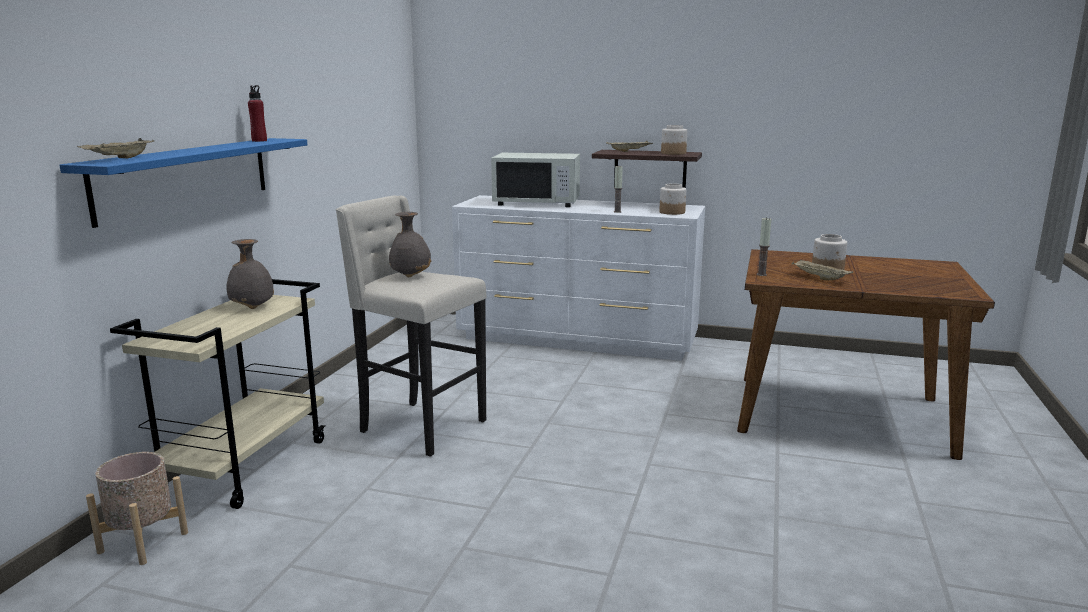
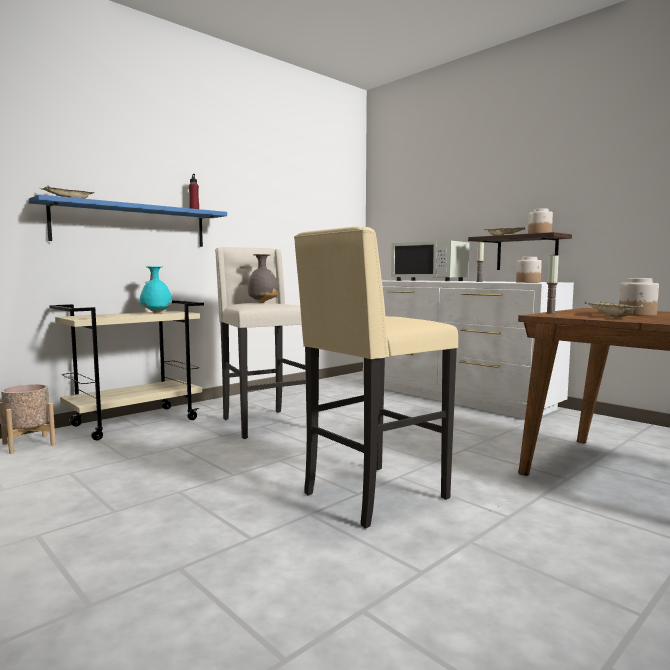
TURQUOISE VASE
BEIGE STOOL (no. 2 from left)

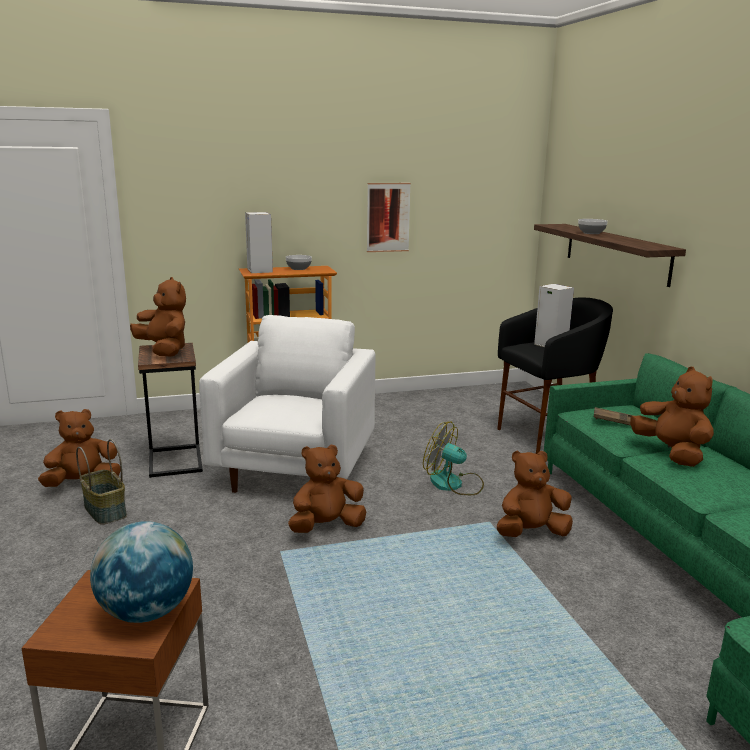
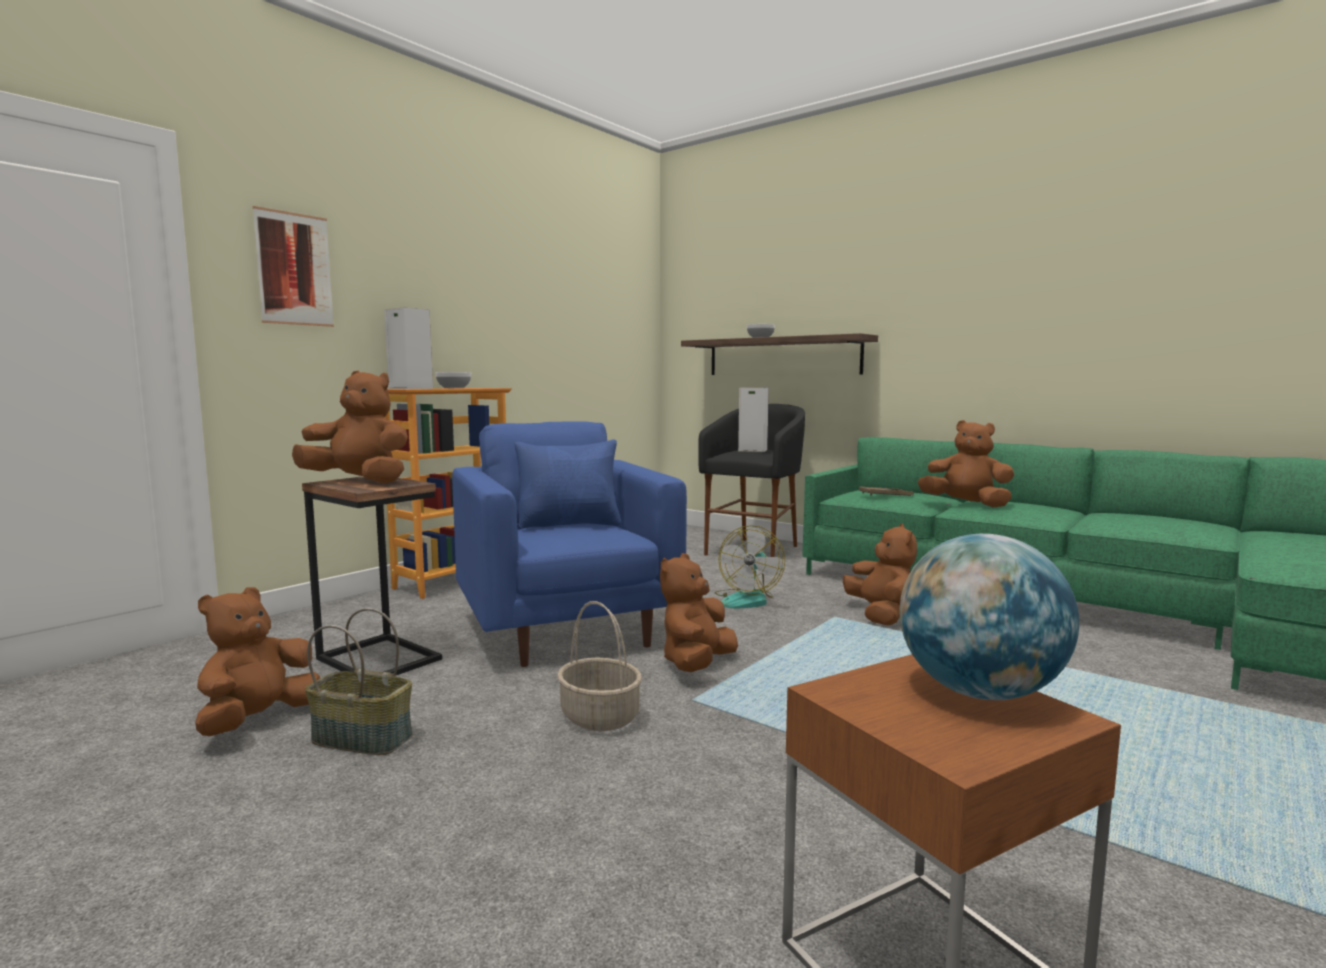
PICTURE
BLUE ARMCHAIR
BLUE PILLOW
BASKET (no. 2 from left)
FAN
BROWN PLUSH TOY (no. 4 from left)

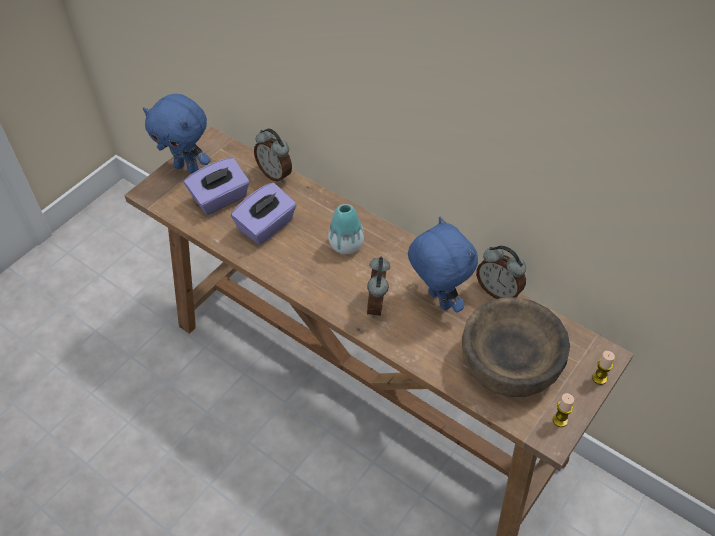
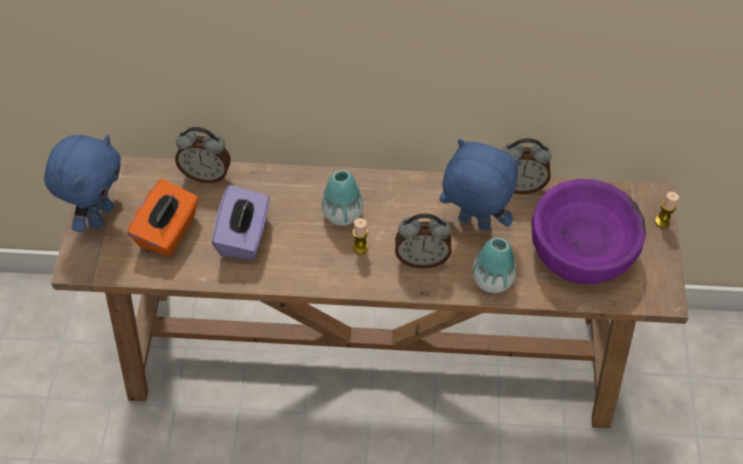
BLUE PLUSH TOY (no. 1 from left)
ORANGE TISSUE BOX
CANDLE (no. 1 from left)
ALARM CLOCK (no. 2 from left)
VASE (no. 2 from left)
PURPLE BOWL

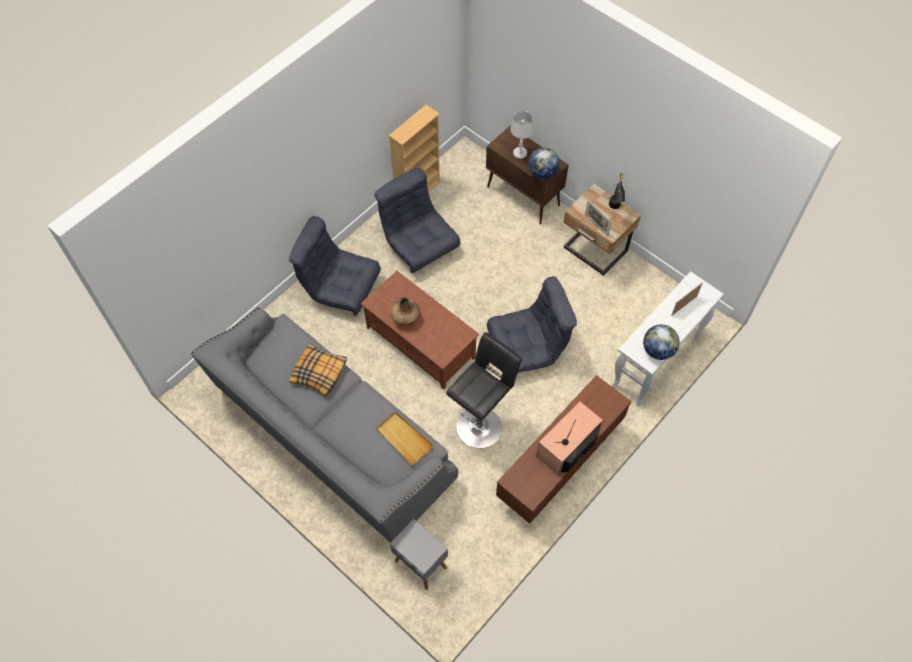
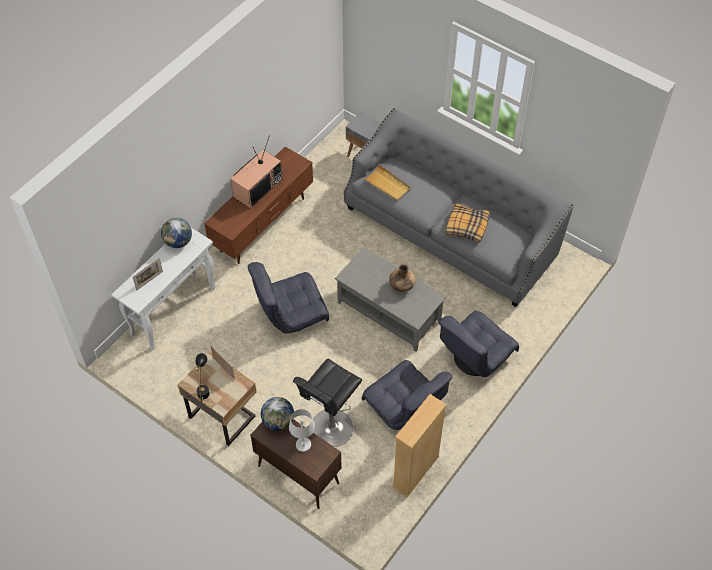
BLACK STOOL
GREY COFFEE TABLE
GREY ARMCHAIR (no. 3 from left)

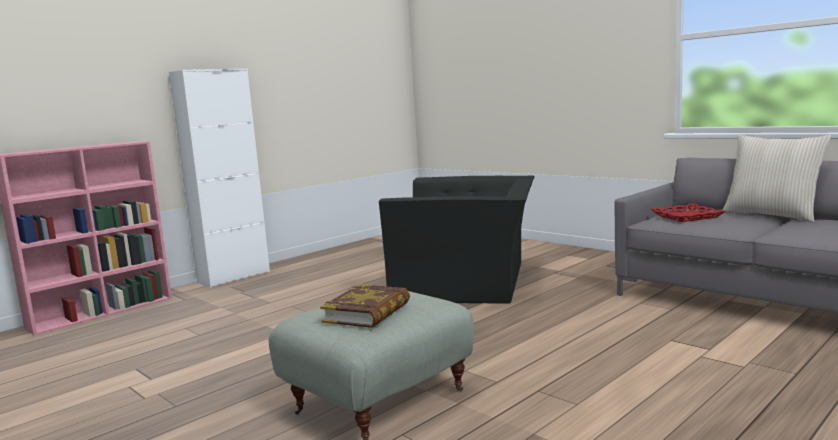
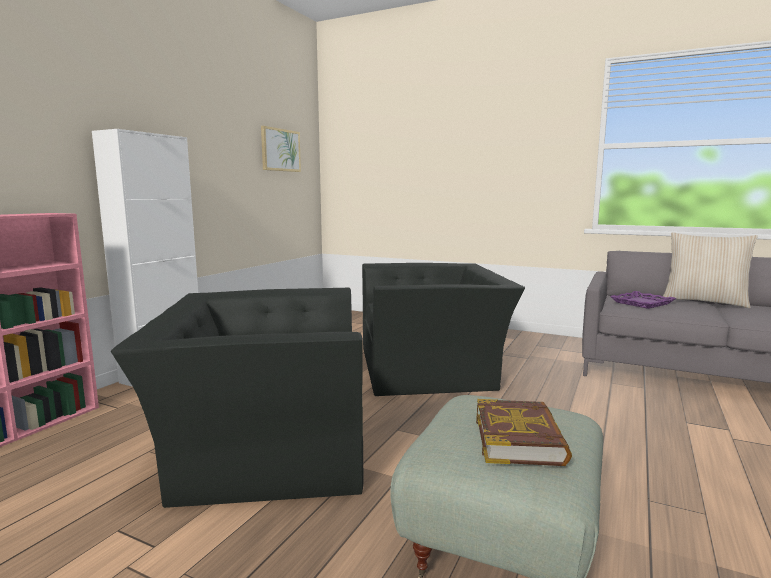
BLACK ARMCHAIR (no. 1 from left)
PICTURE
PURPLE TRAY

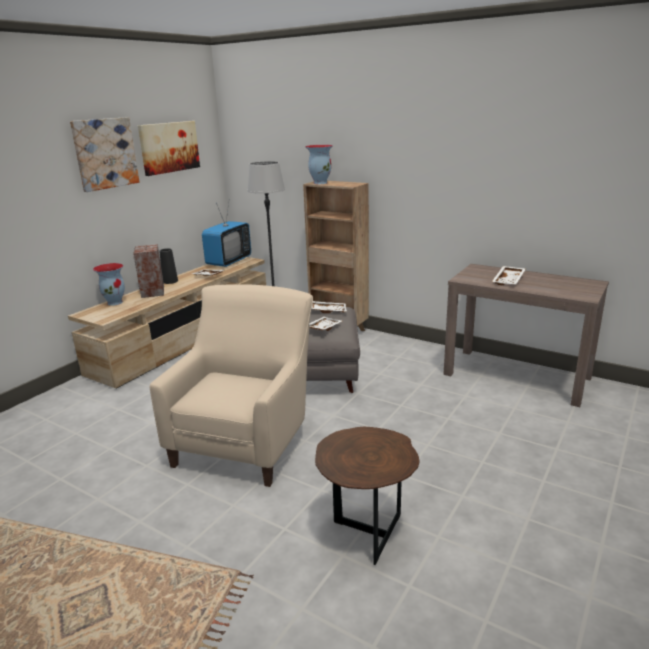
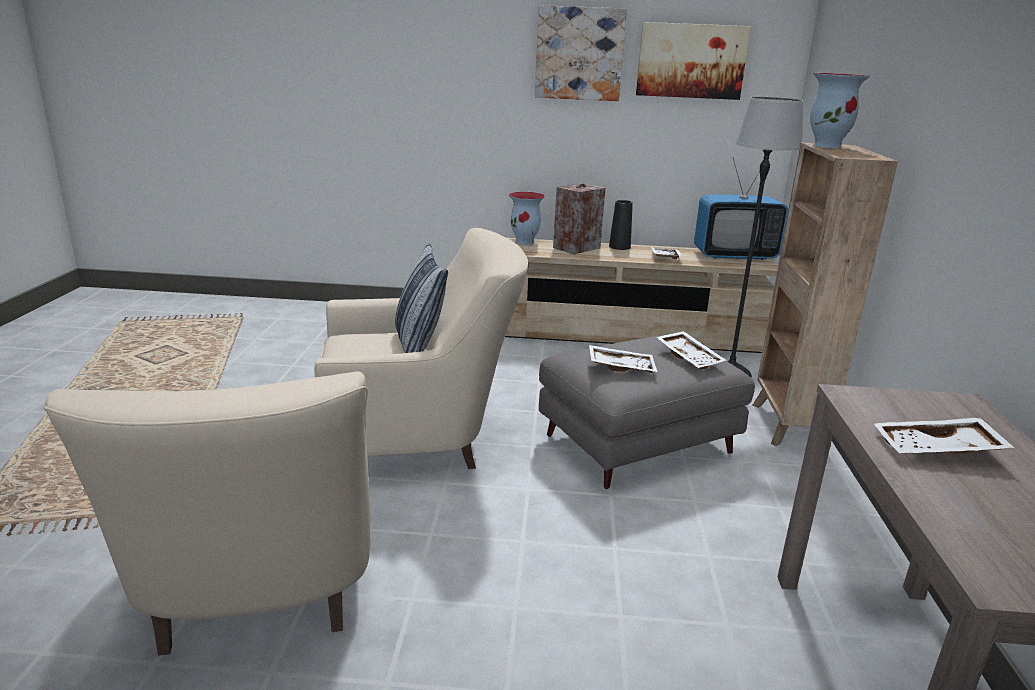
BEIGE ARMCHAIR (no. 1 from left)
PILLOW

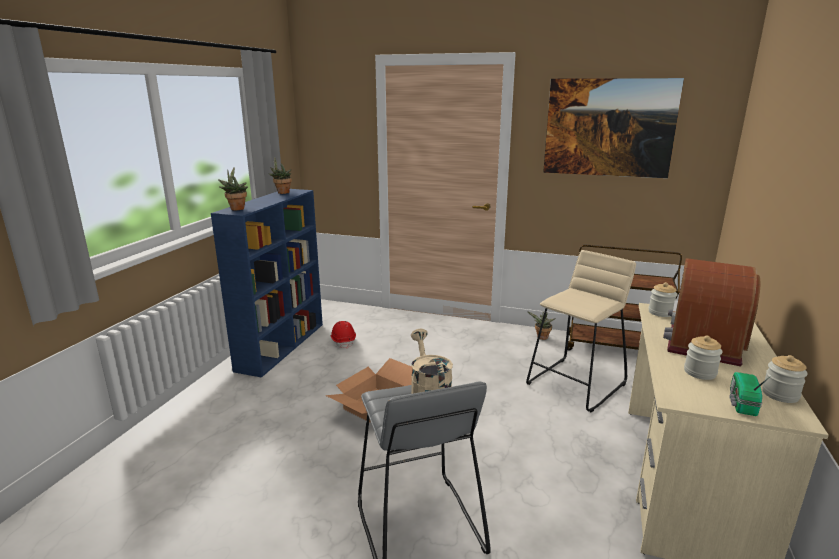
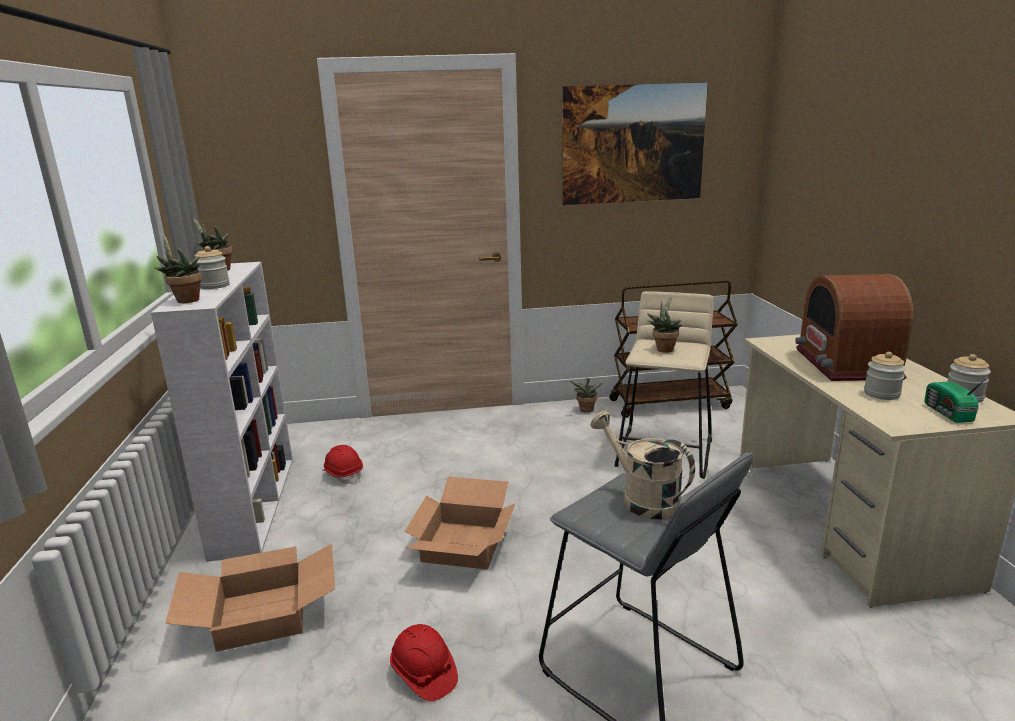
WHITE BOOKCASE
CARDBOARD BOX (no. 1 from left)
JAR (no. 1 from left)
RED HARD HAT (no. 2 from left)
POTTED PLANT (no. 4 from left)

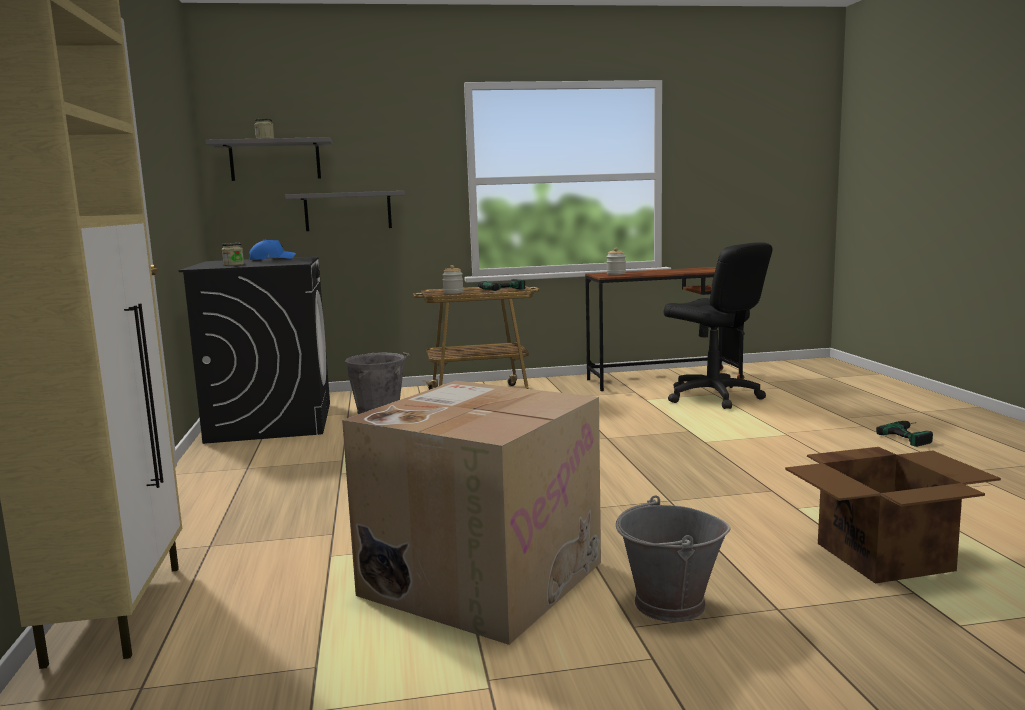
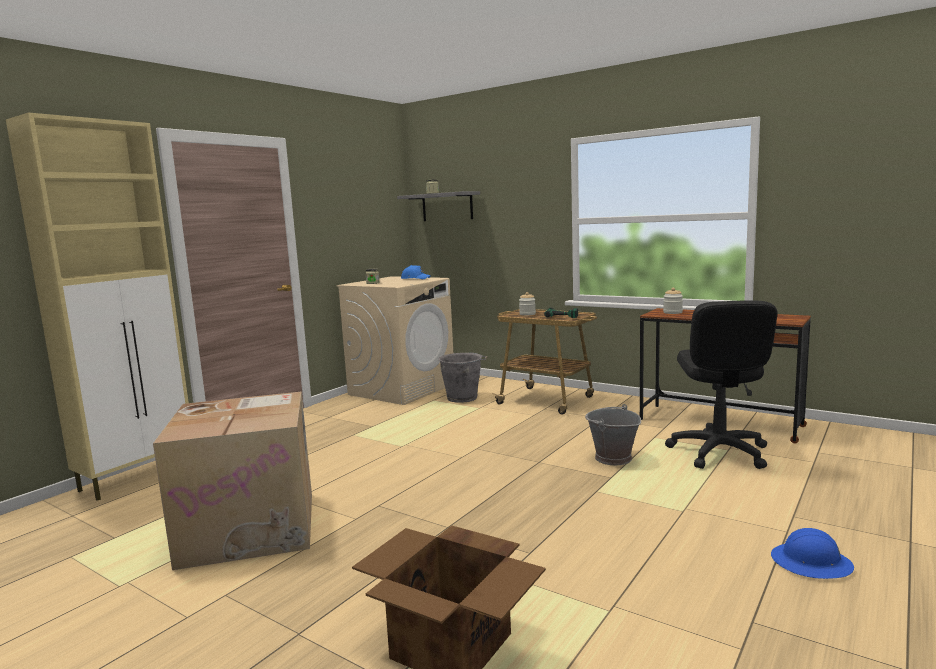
BEIGE WASHING MACHINE
GREY BUCKET (no. 2 from left)
BLUE HARD HAT
GREY SHELF (no. 2 from left in the first image)

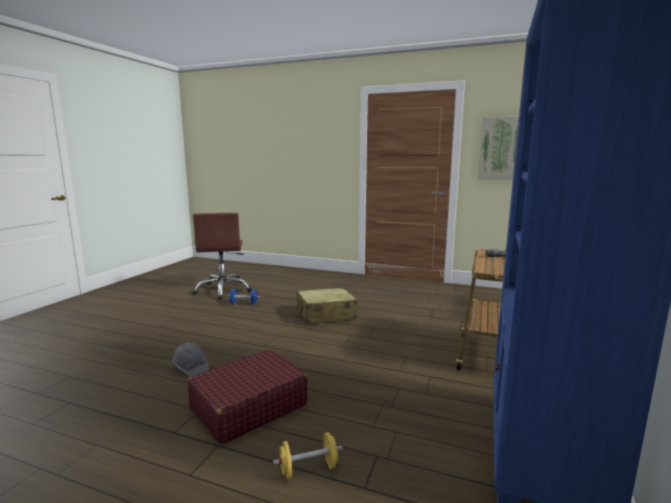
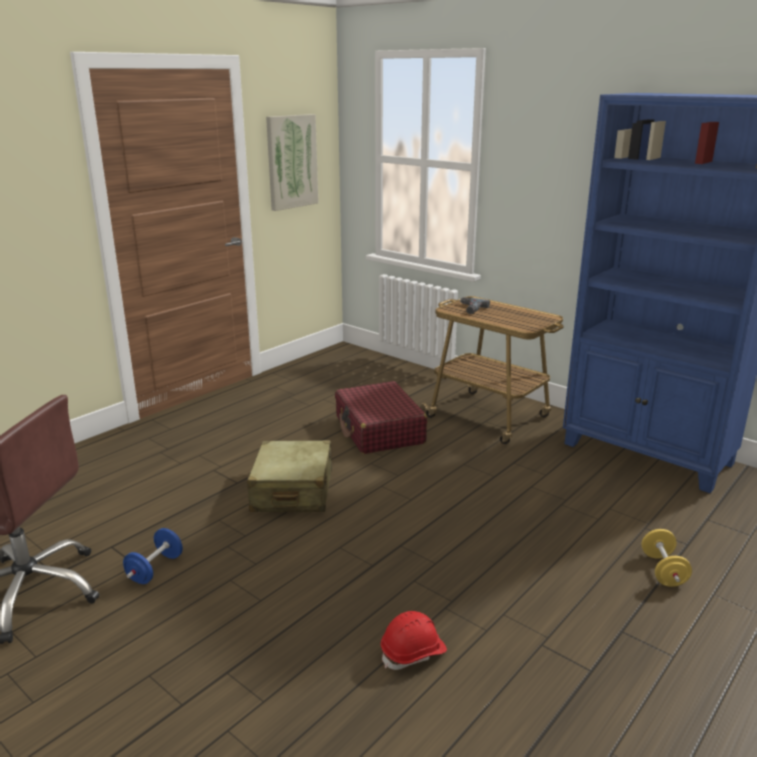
RED SUITCASE
RED HARD HAT

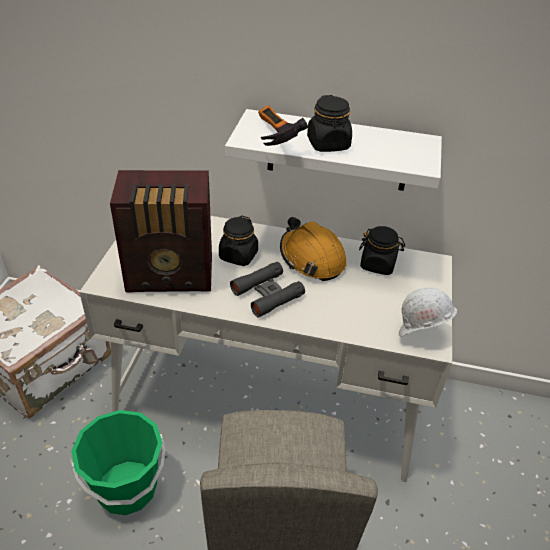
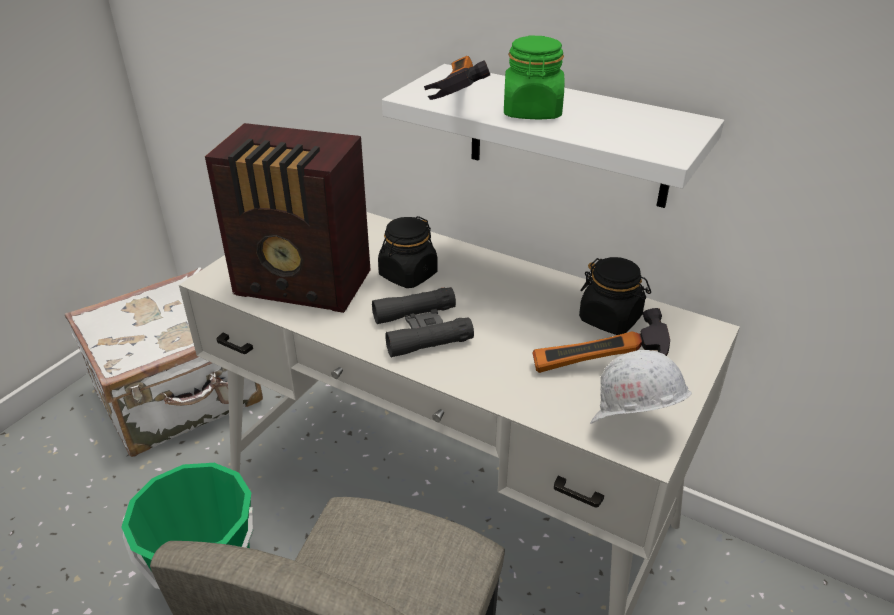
GREEN JAR
HAMMER (no. 2 from left)
ORANGE HARD HAT

